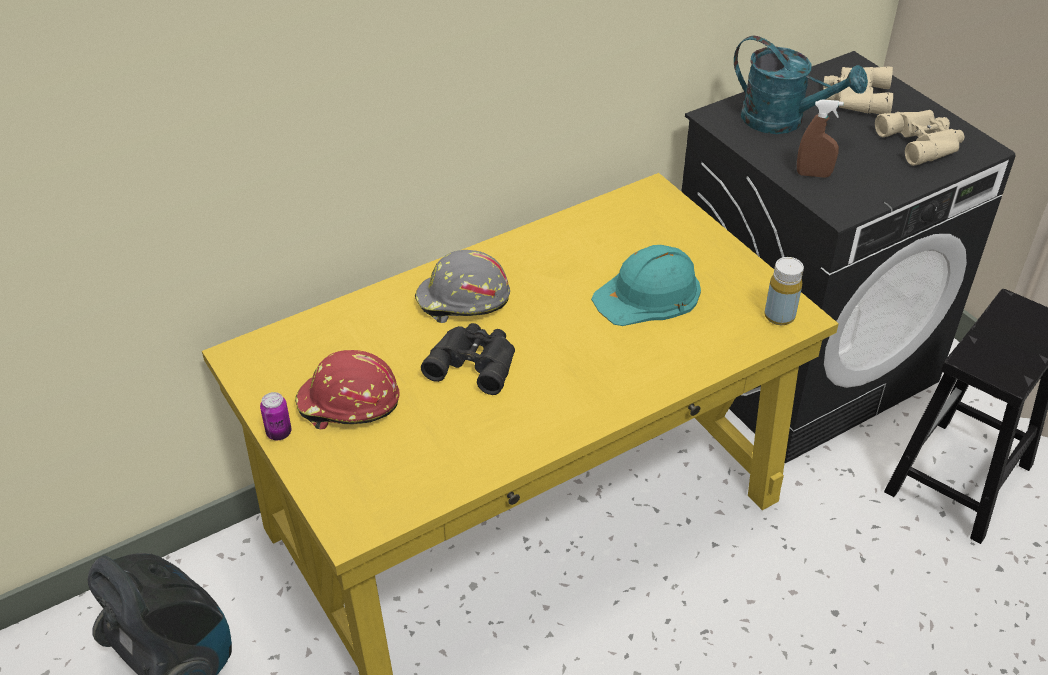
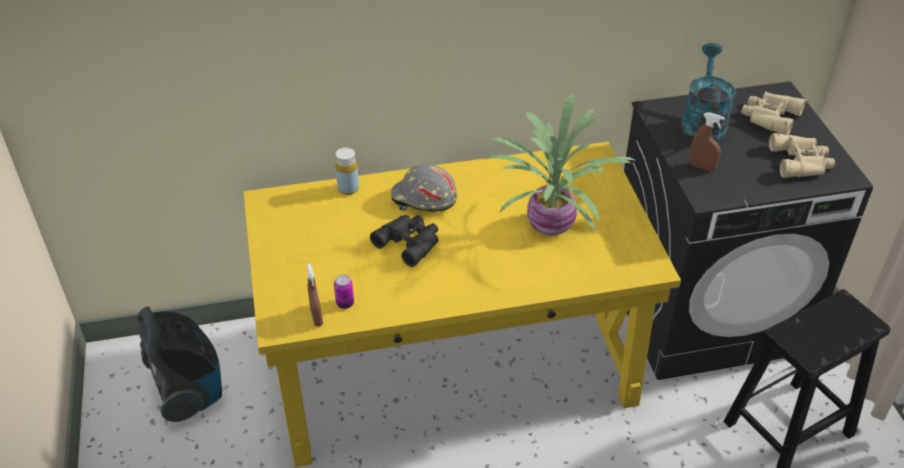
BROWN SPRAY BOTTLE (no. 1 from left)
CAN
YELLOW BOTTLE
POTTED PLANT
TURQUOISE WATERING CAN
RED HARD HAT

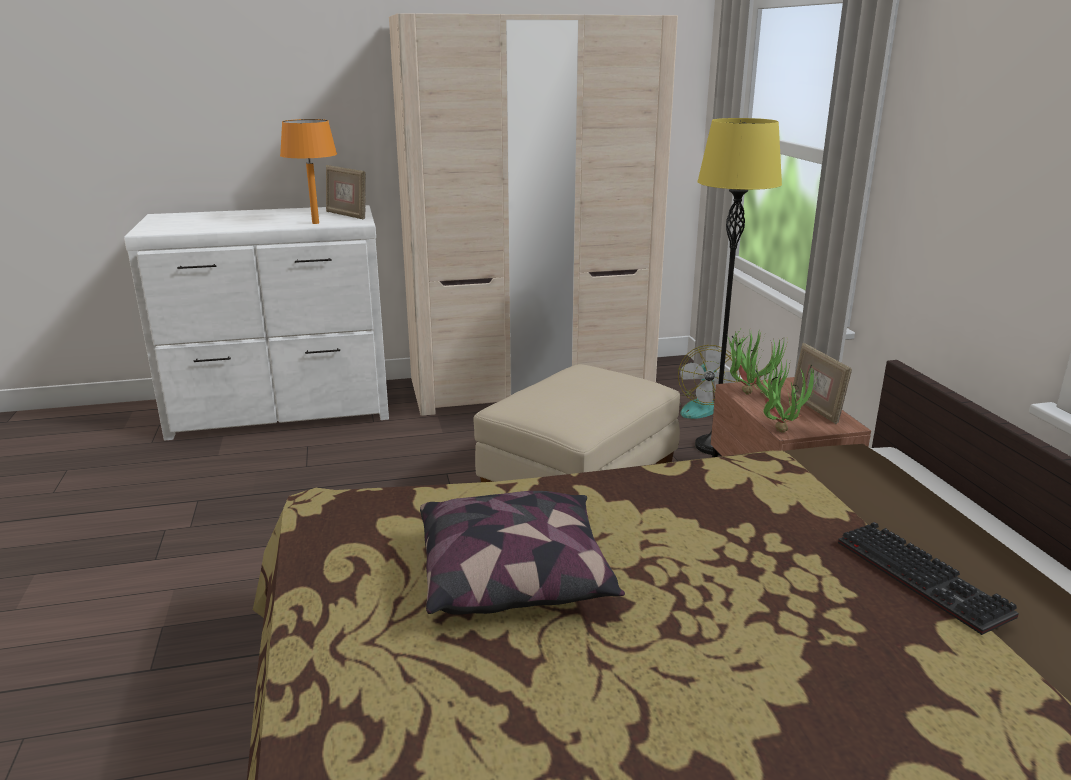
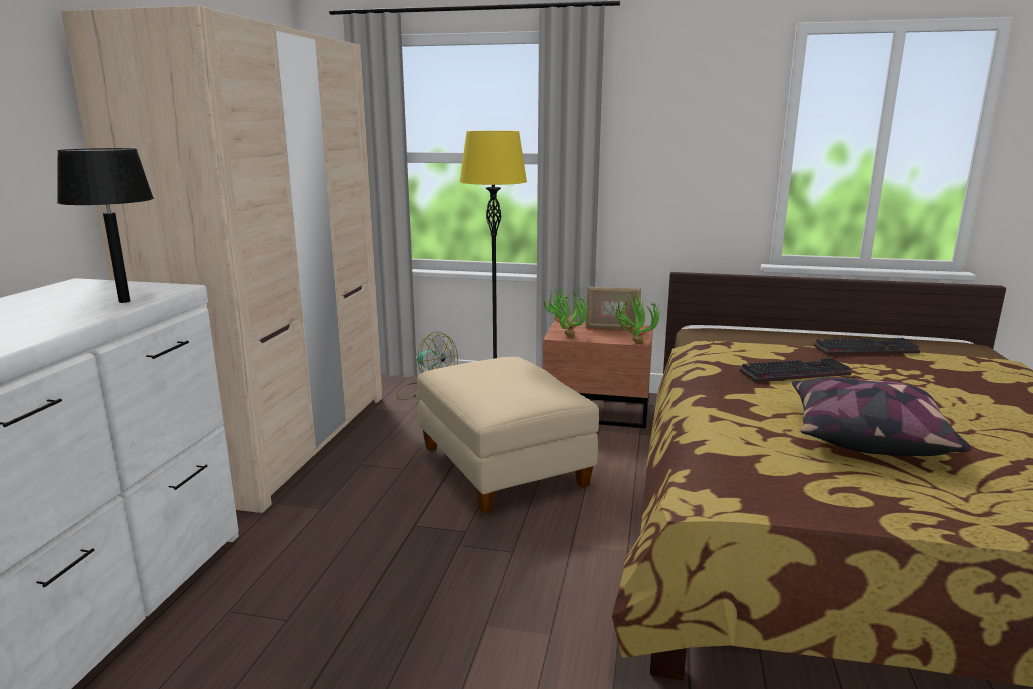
BLACK TABLE LAMP
KEYBOARD (no. 1 from left)
PICTURE FRAME (no. 1 from left in the first image)

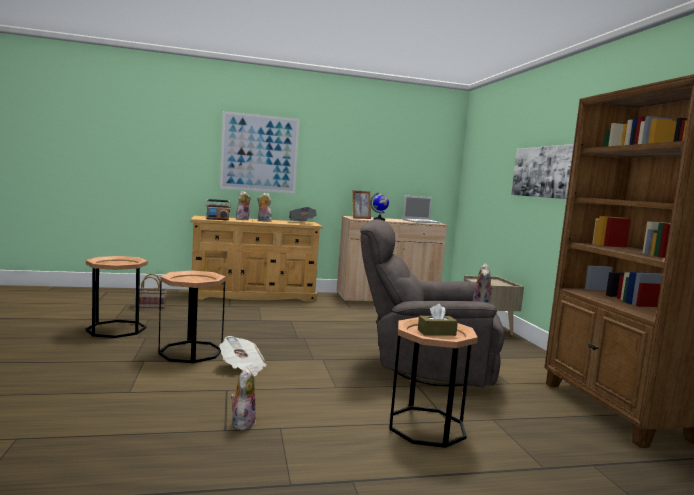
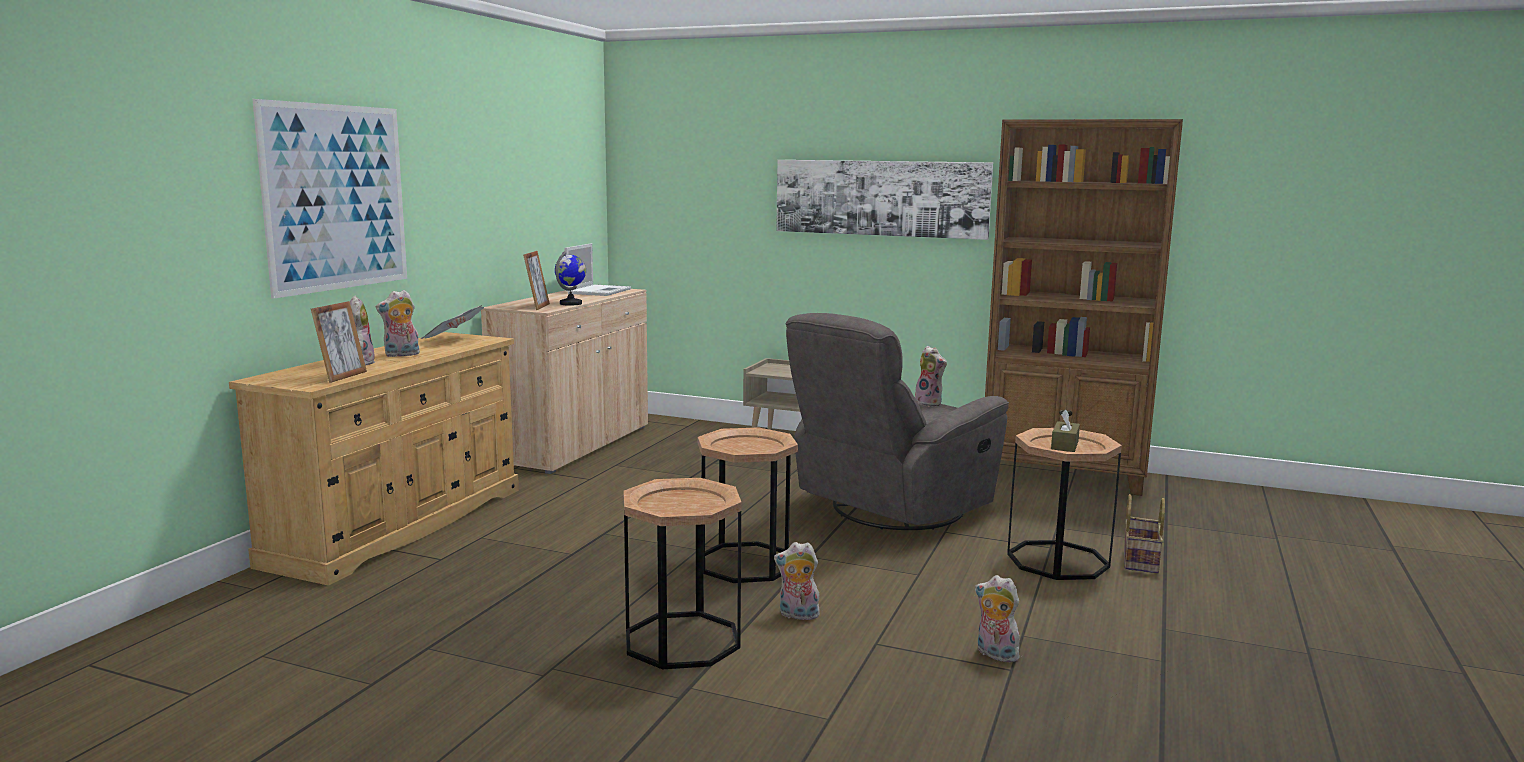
PICTURE FRAME (no. 1 from left)
BROWN SIDE TABLE (no. 2 from left)
PLUSH TOY (no. 3 from left)
BASKET

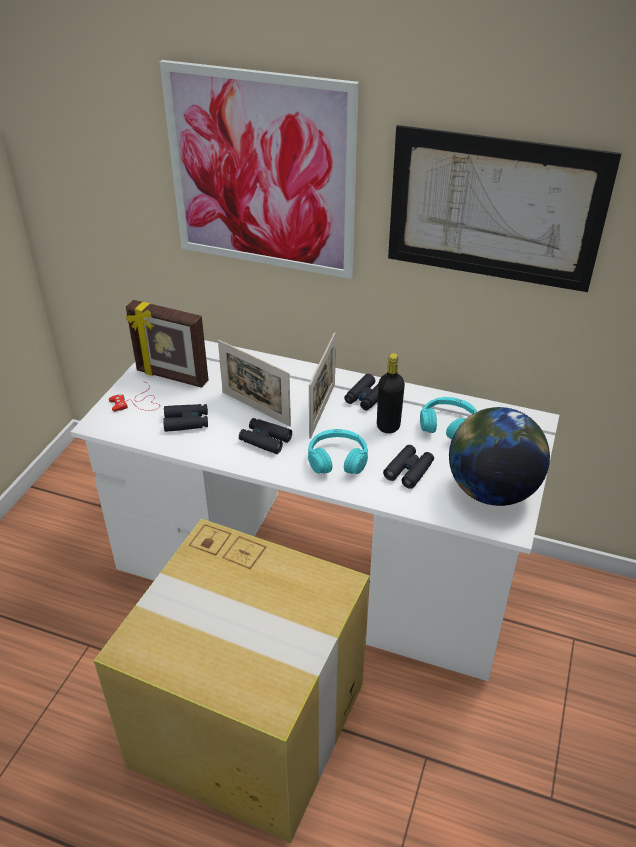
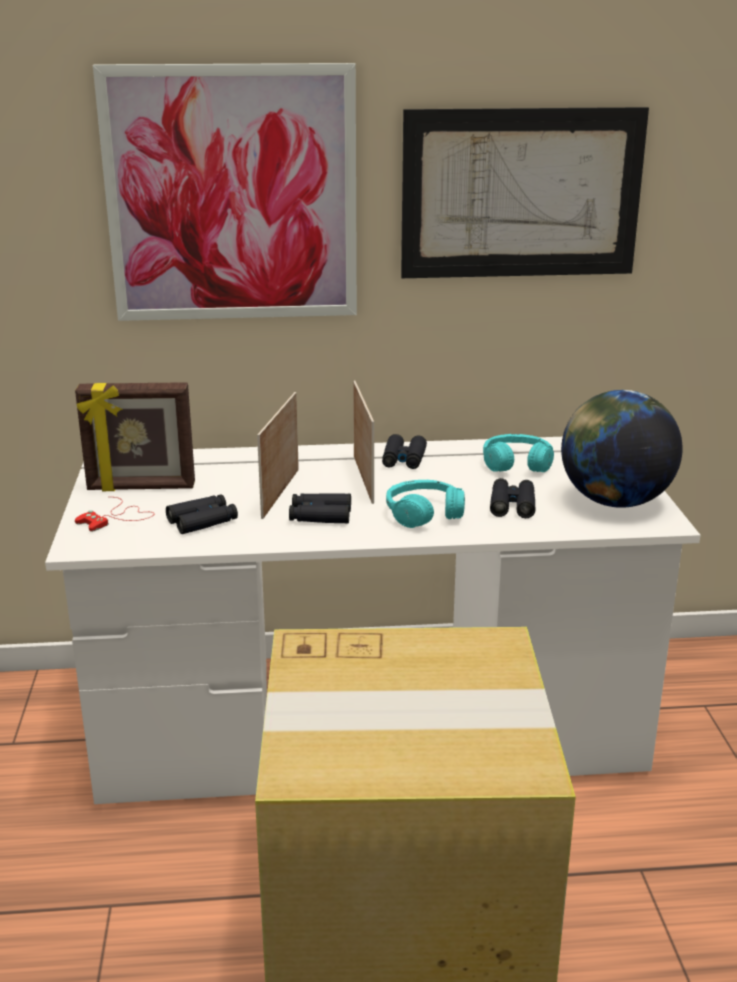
PICTURE FRAME (no. 2 from left)
BLACK BOTTLE

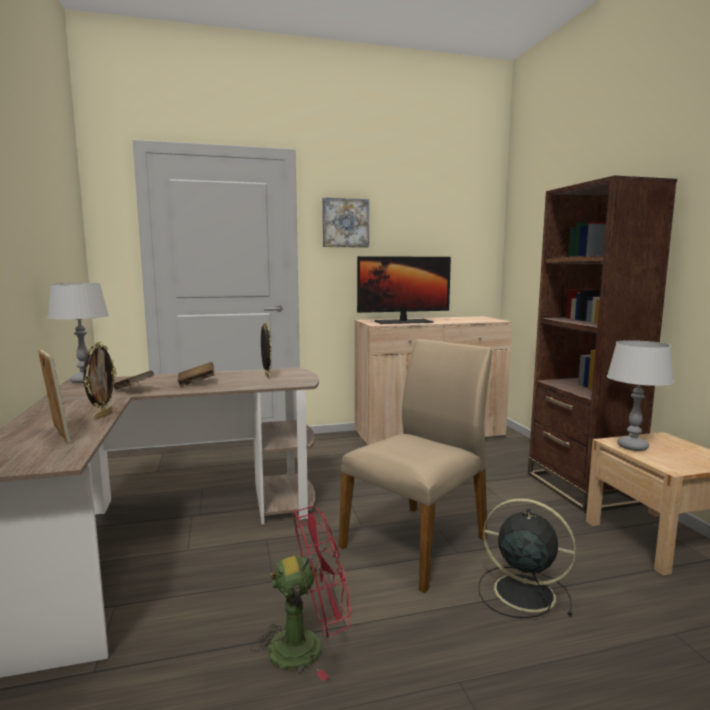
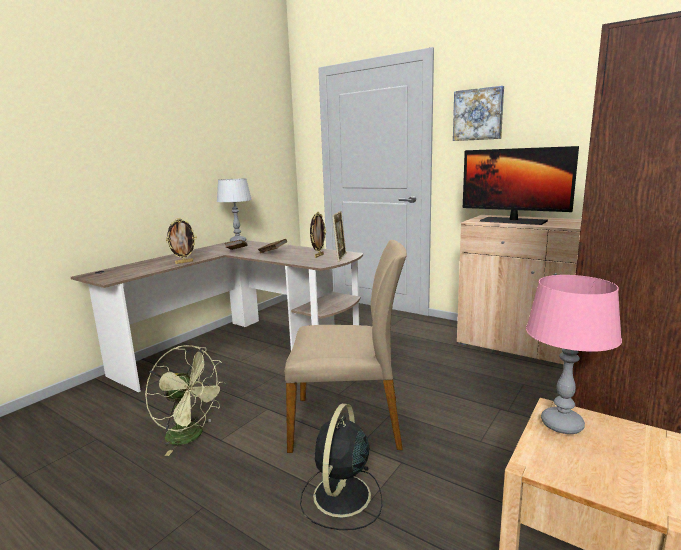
GREEN FAN
BLACK FAN
PICTURE FRAME (no. 3 from left)
PINK TABLE LAMP

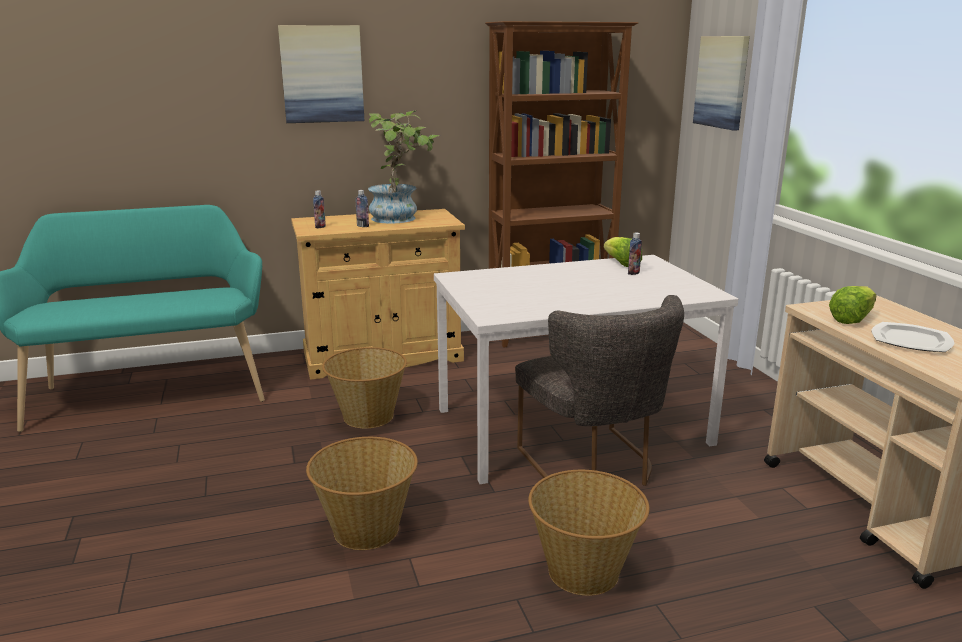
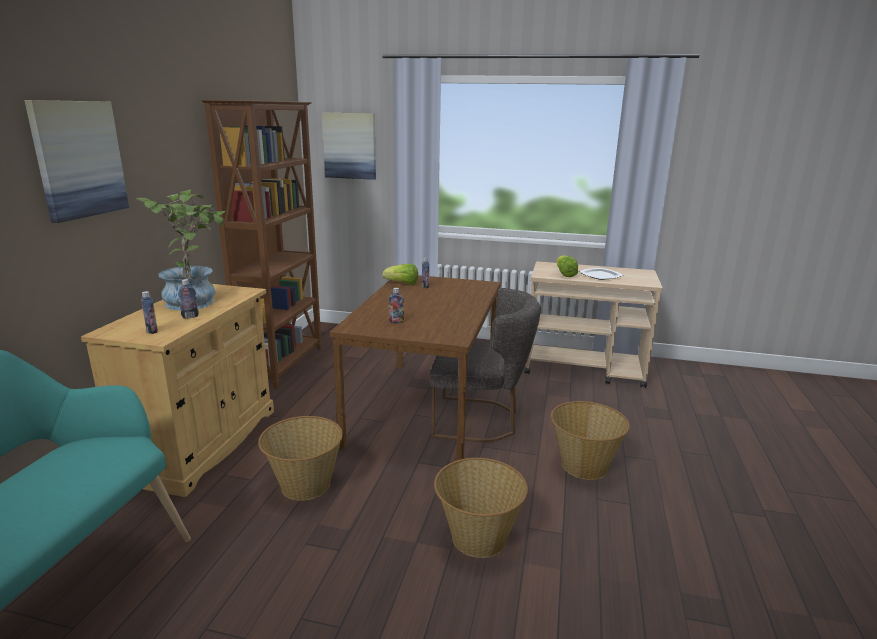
BROWN DINING TABLE
BOTTLE (no. 3 from left)

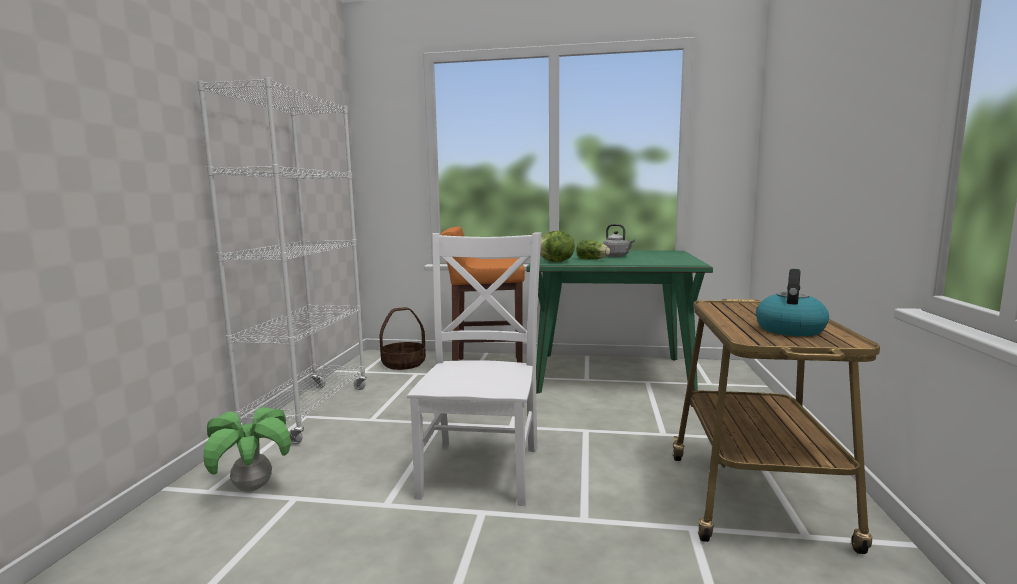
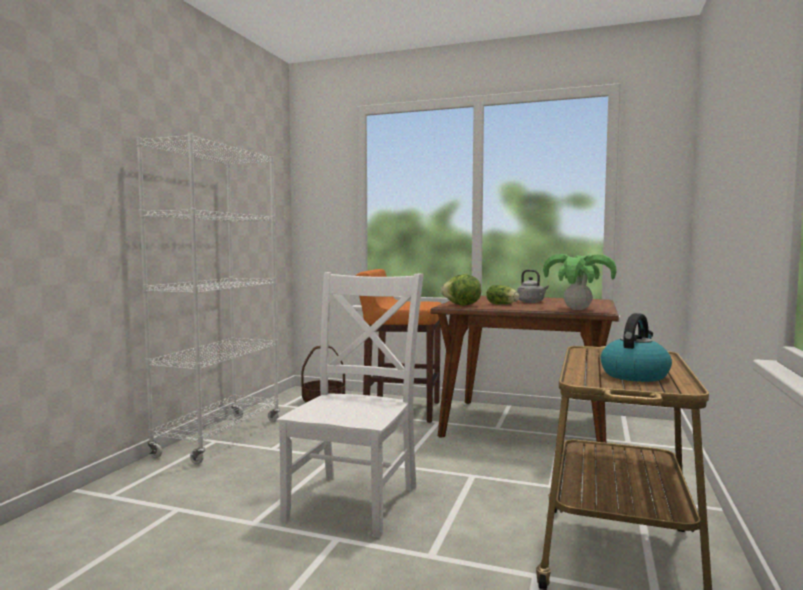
BROWN DINING TABLE
POTTED PLANT

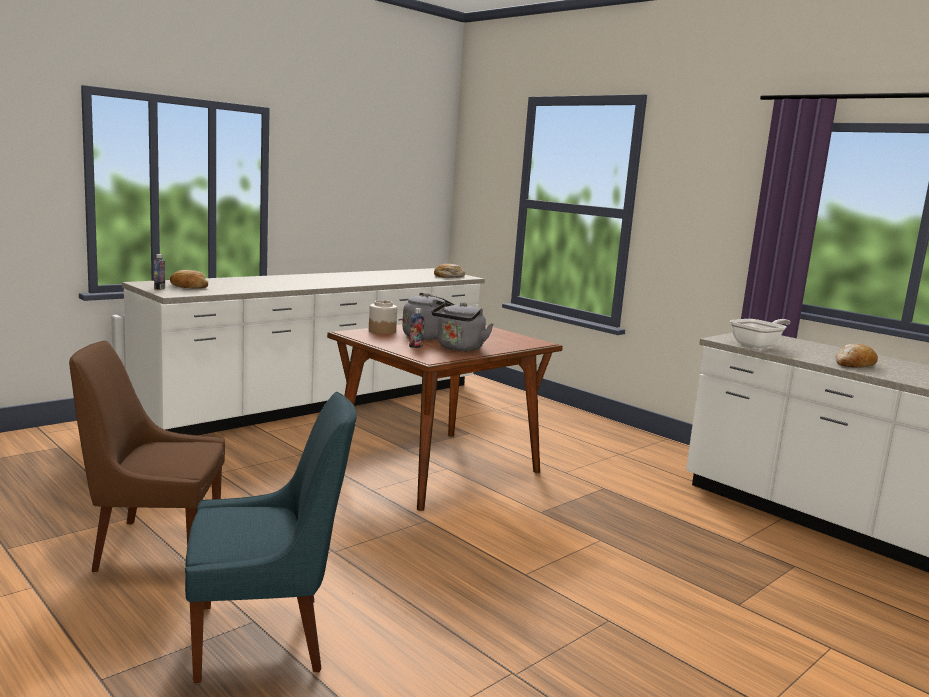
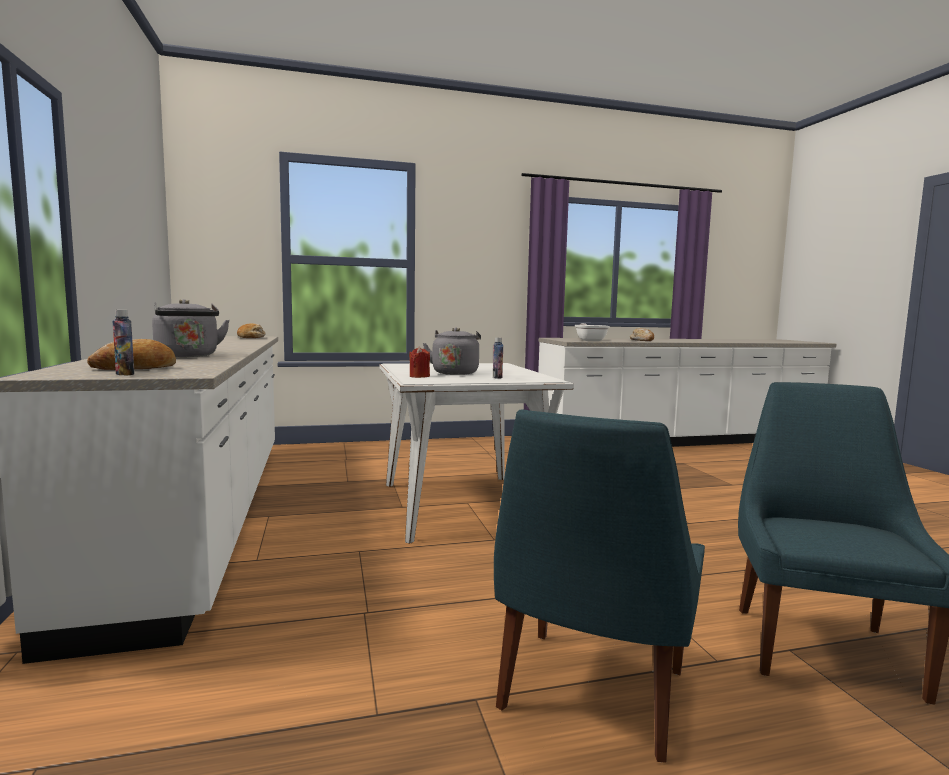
GREY KETTLE (no. 1 from left)
WHITE DINING TABLE
RED CANDLE
BLUE CHAIR (no. 1 from left)

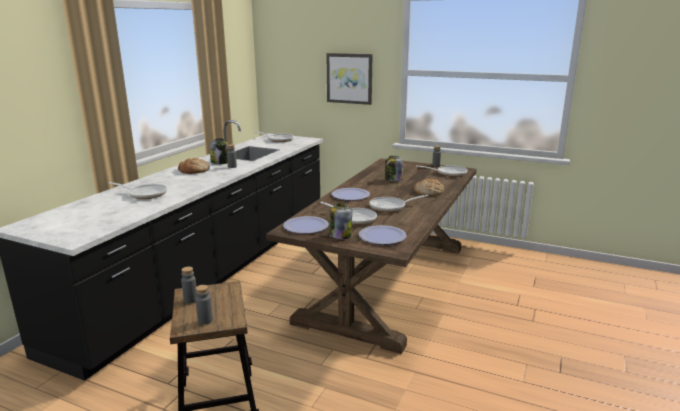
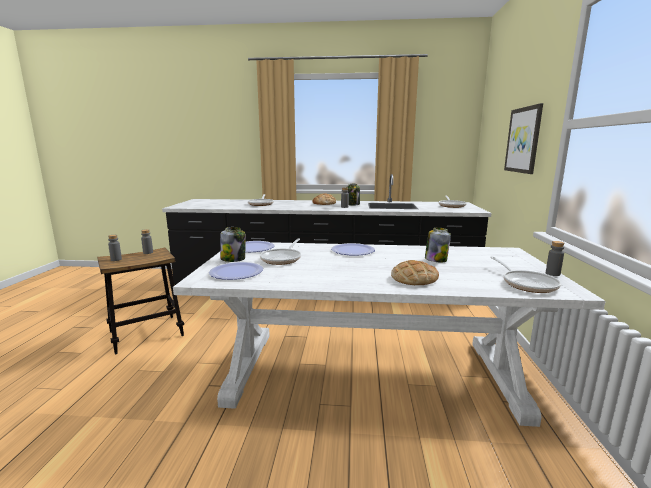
WHITE DINING TABLE
FRYING PAN (no. 4 from left in the first image)

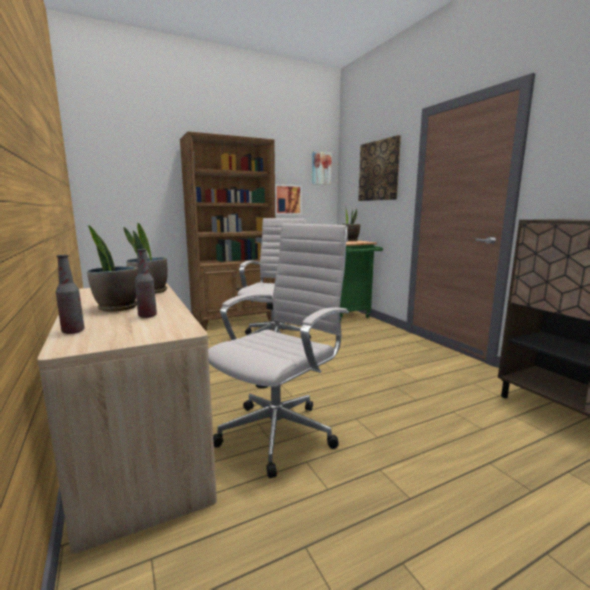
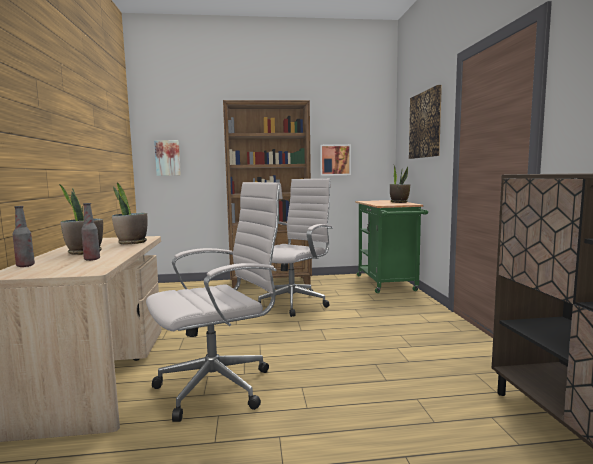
PICTURE (no. 1 from left)

